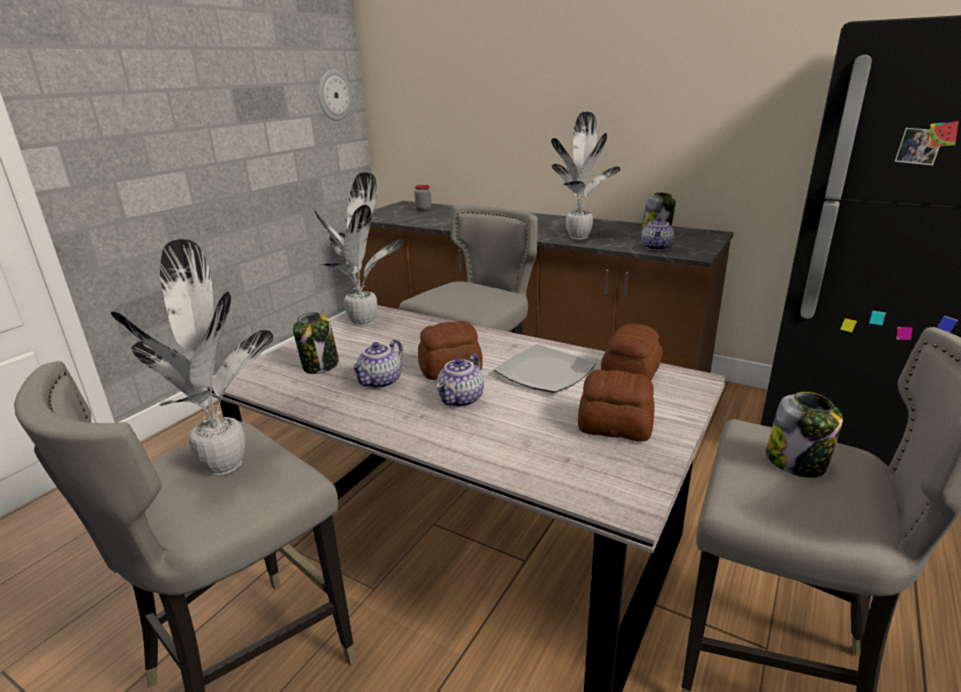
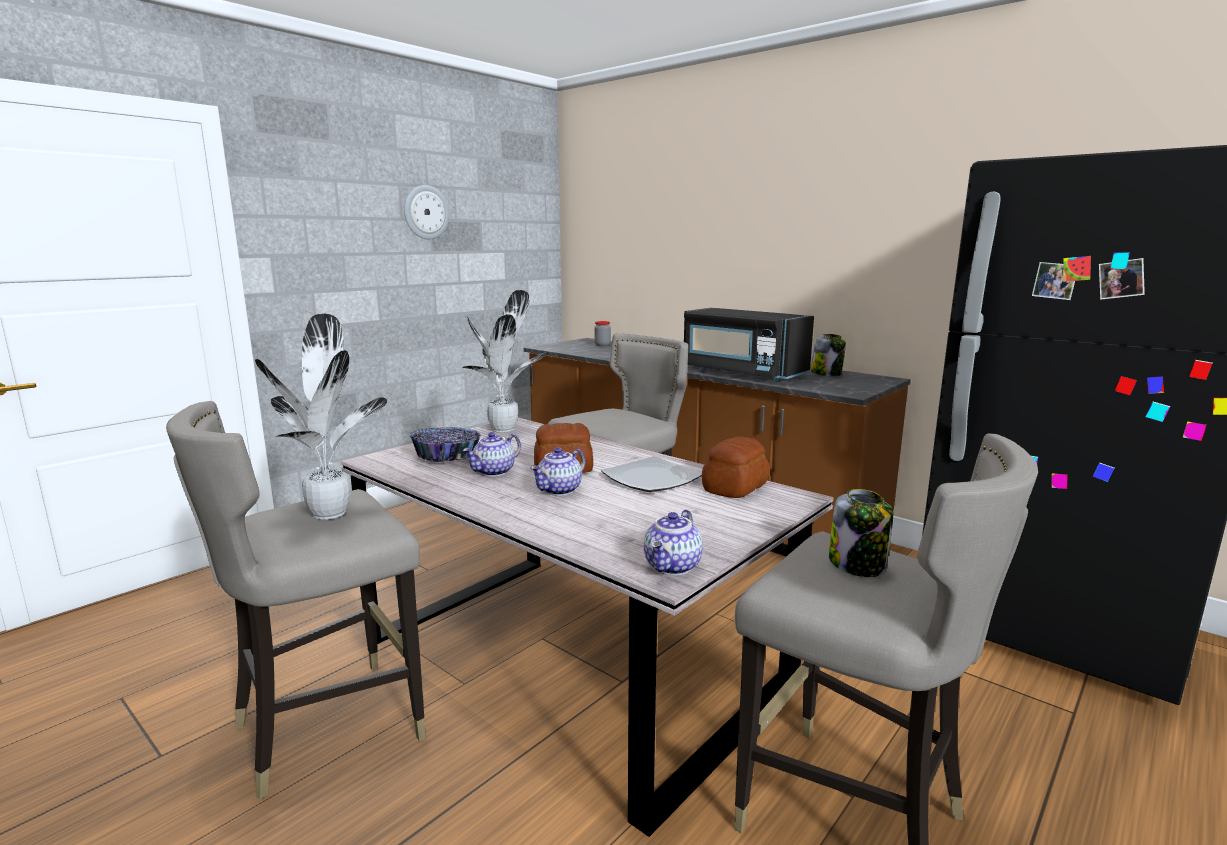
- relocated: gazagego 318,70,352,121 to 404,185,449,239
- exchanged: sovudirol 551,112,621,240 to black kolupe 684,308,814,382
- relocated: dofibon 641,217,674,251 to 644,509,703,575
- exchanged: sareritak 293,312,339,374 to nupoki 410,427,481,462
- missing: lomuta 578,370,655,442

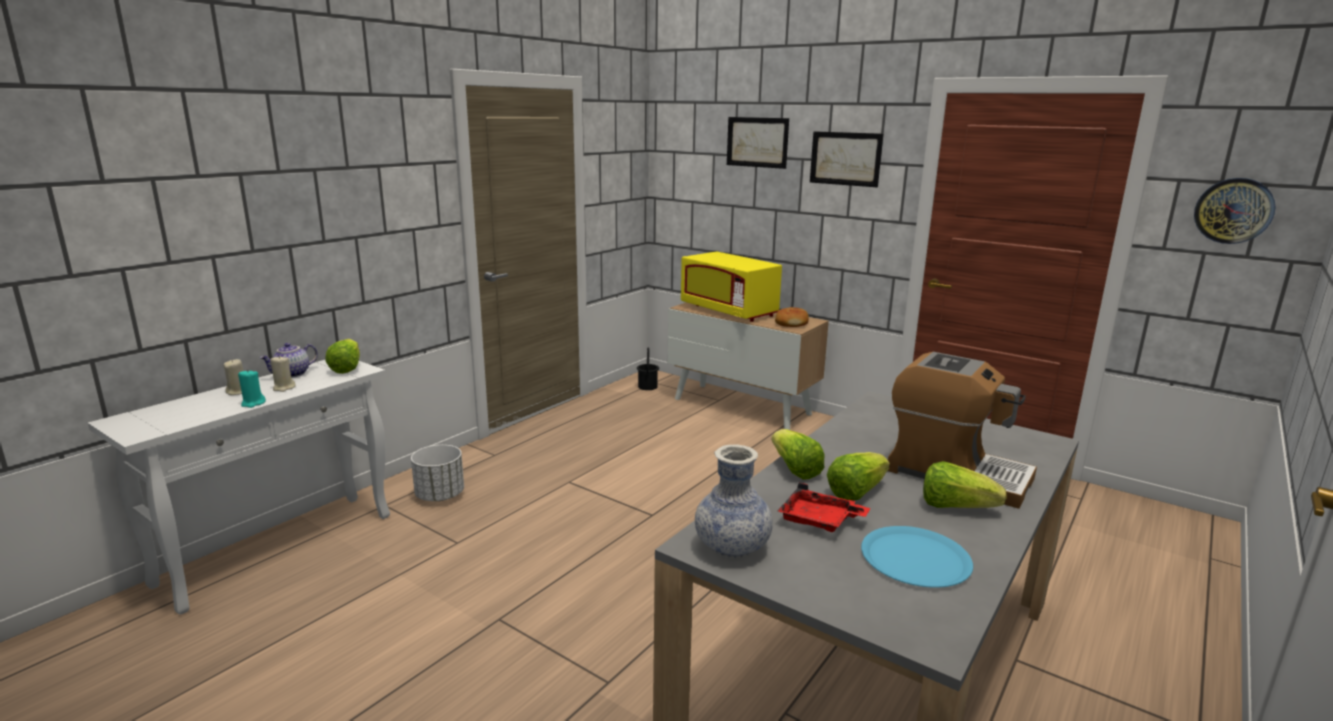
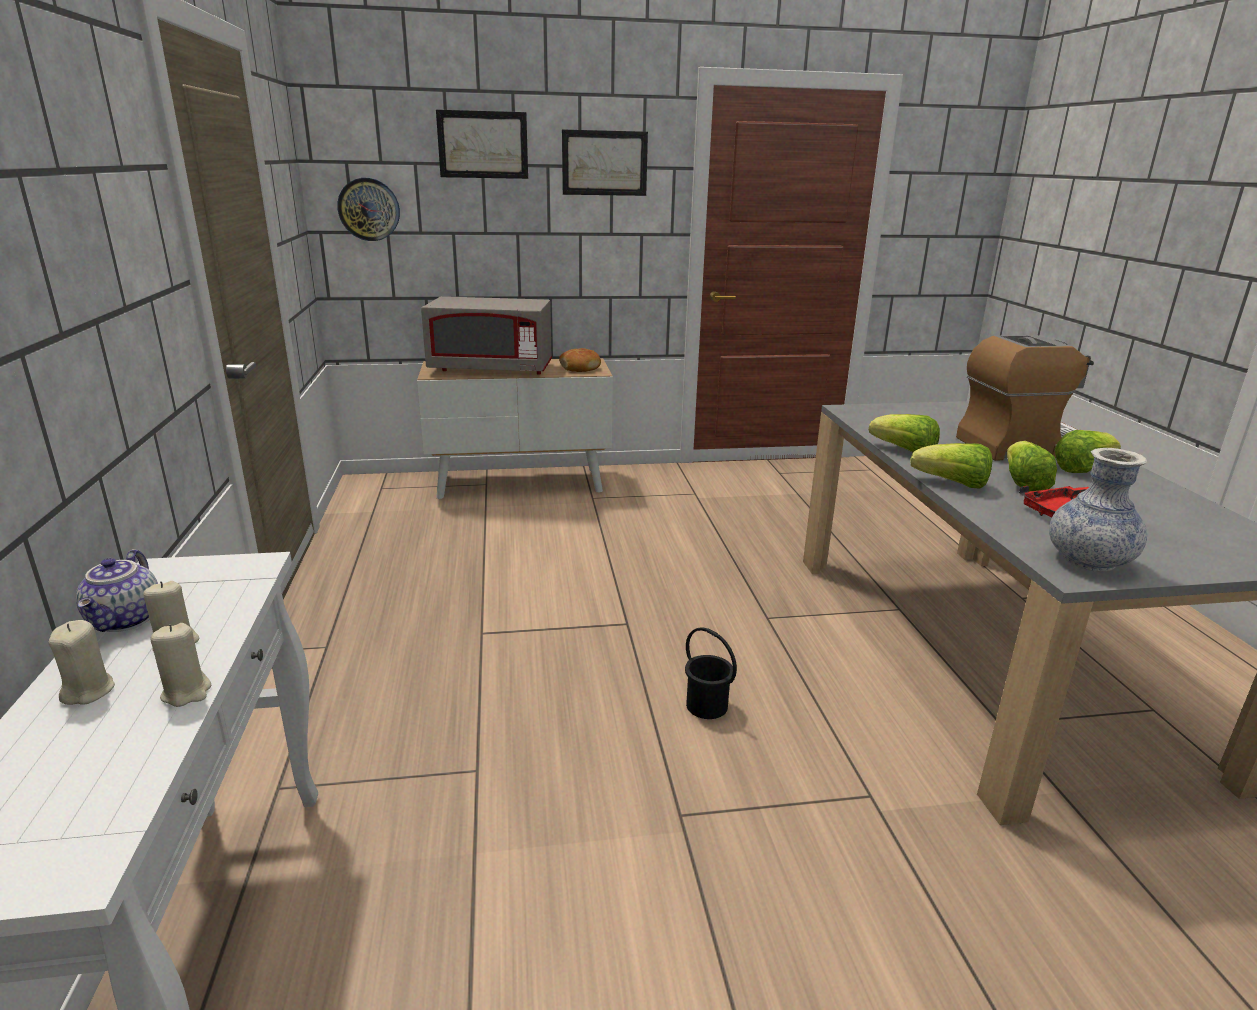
- relocated: gazagego 1194,178,1276,244 to 337,178,400,241
- colour: yellow kolupe 681,251,782,322 to grey kolupe 421,296,552,375
- relocated: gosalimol 325,339,360,374 to 869,414,940,452
- relocated: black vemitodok 637,347,659,390 to 685,627,737,719
- colour: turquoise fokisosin 238,369,266,408 to beige fokisosin 151,623,211,707
- missing: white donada 411,445,464,501
- missing: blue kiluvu 861,526,973,588

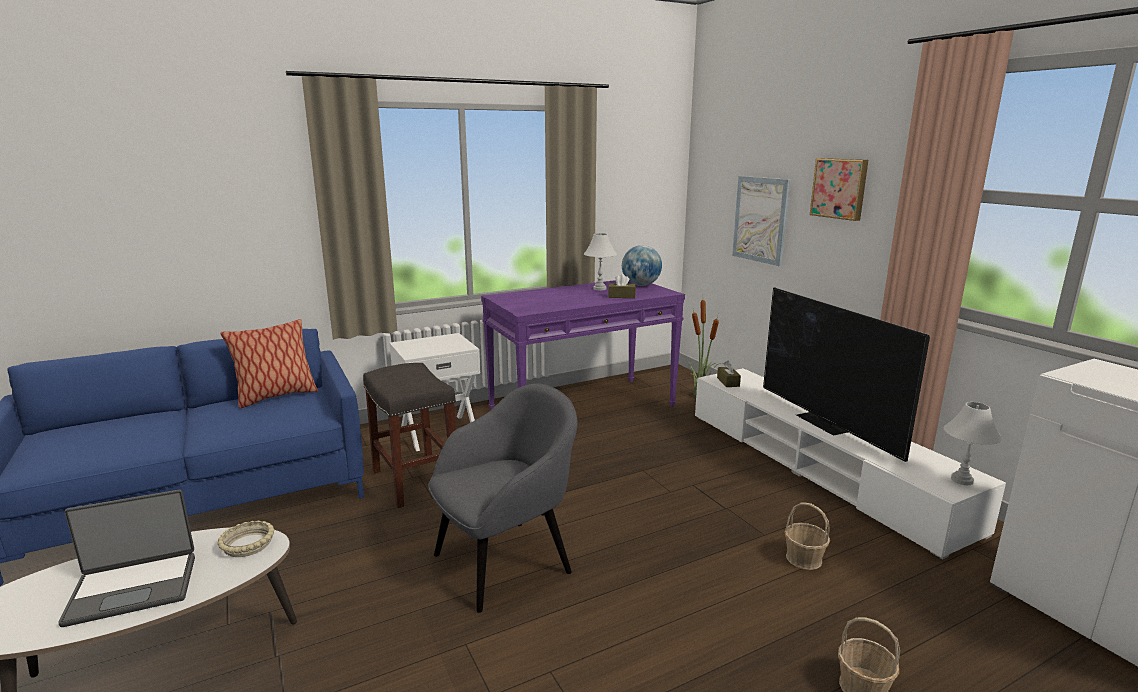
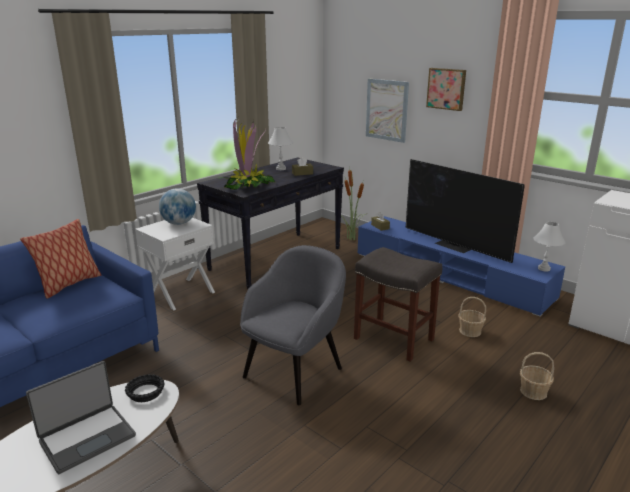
- relocated: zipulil 622,245,662,286 to 159,188,196,225
- colour: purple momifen 481,280,685,410 to black momifen 197,157,344,289
- relocated: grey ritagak 363,363,456,508 to 354,247,442,362
- colour: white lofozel 695,368,1006,559 to blue lofozel 358,216,565,316
- colour: beige nupoki 217,521,274,557 to black nupoki 125,374,165,402
- appeared: sovudirol 220,118,275,190

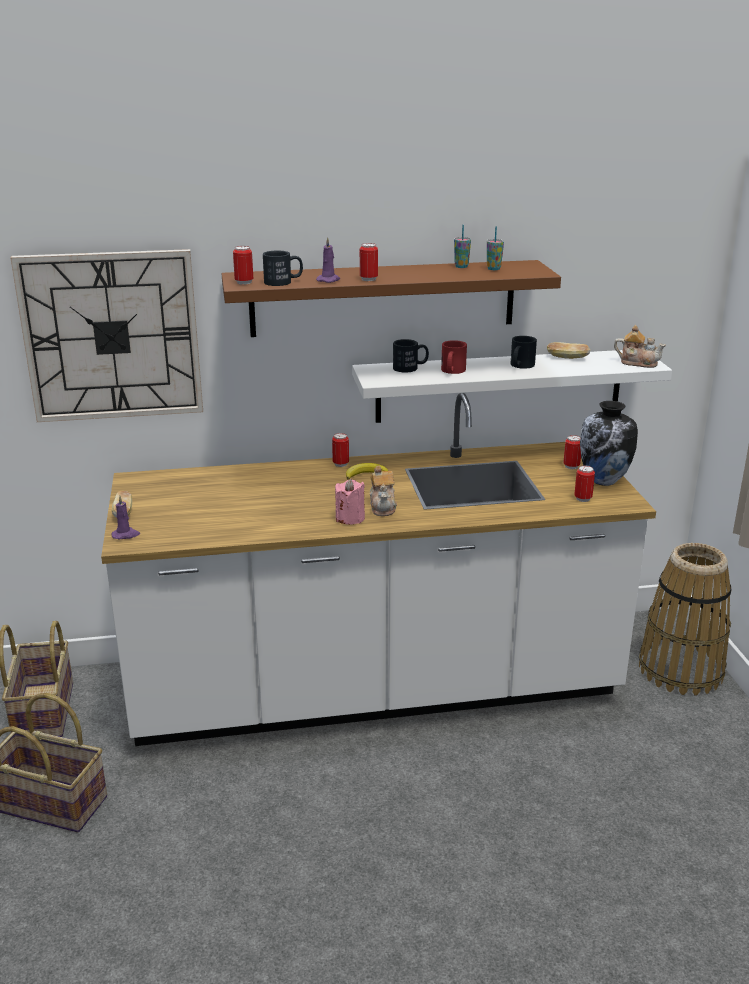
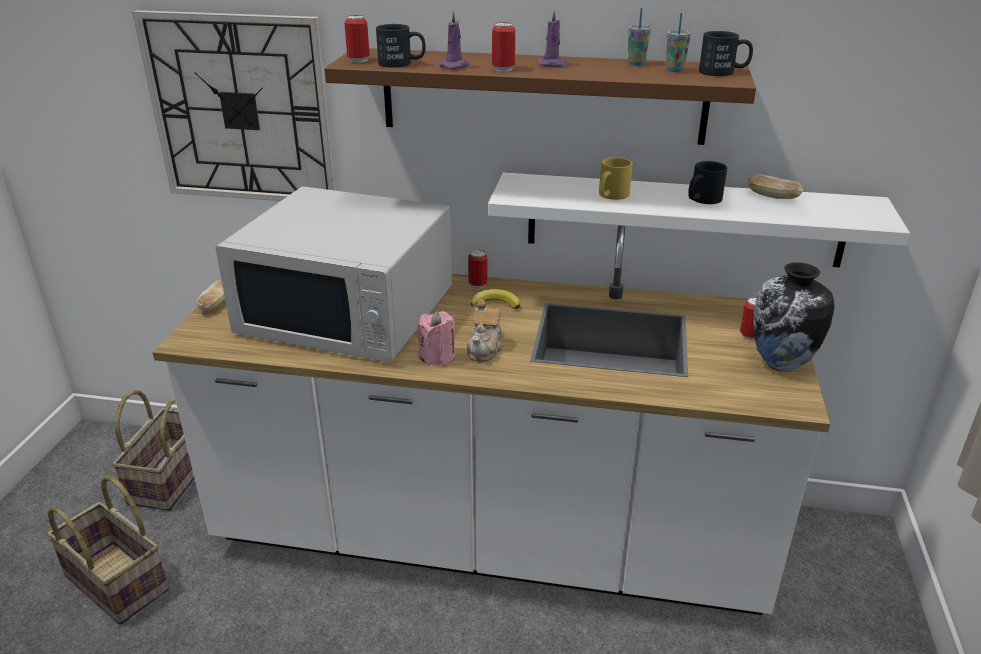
- missing: dofibon 614,325,666,368
- relocated: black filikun 393,339,429,372 to 699,31,753,76
- colour: red filikun 441,340,467,374 to yellow filikun 599,157,633,200
- missing: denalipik 574,465,595,502
- relocated: purple fokisosin 112,496,140,539 to 537,9,570,67
- missing: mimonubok 639,543,732,696
- appeared: white kolupe 215,186,452,363

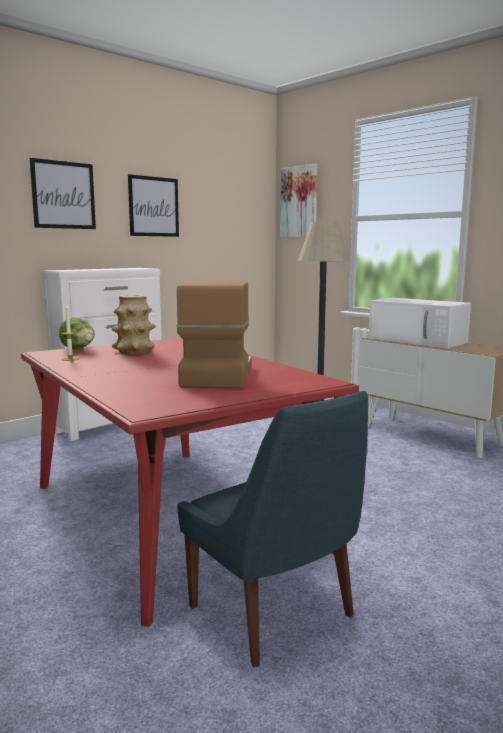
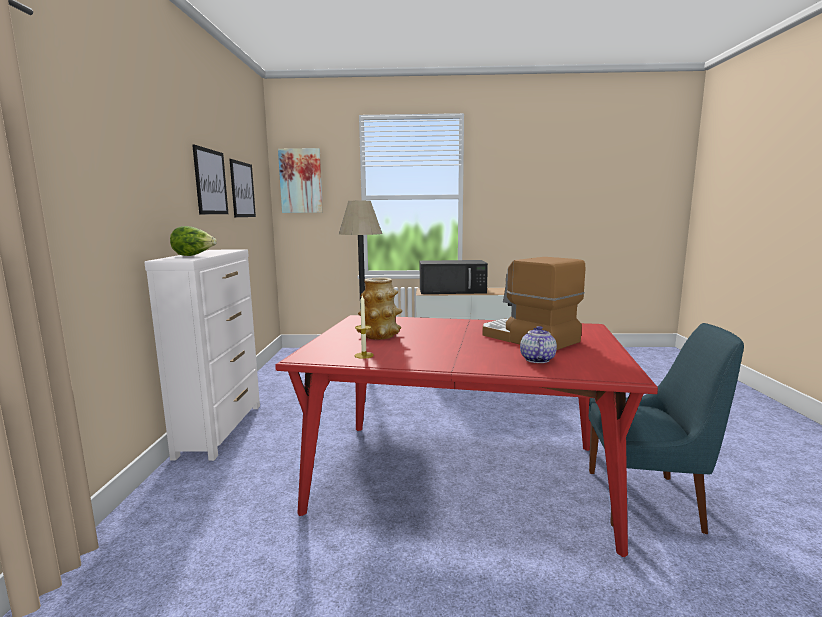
- relocated: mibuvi 30,158,96,229 to 229,159,256,217
- colour: white kolupe 369,298,471,348 to black kolupe 420,260,488,294
- relocated: gosalimol 59,318,95,349 to 170,226,217,256
- appeared: dofibon 520,326,557,363

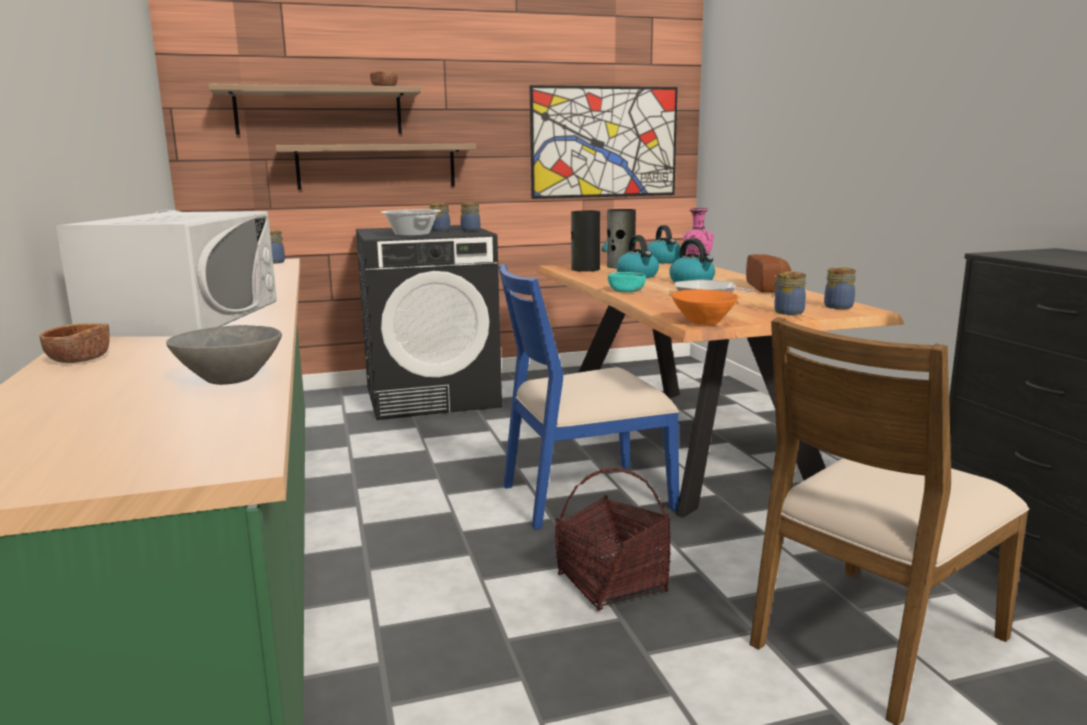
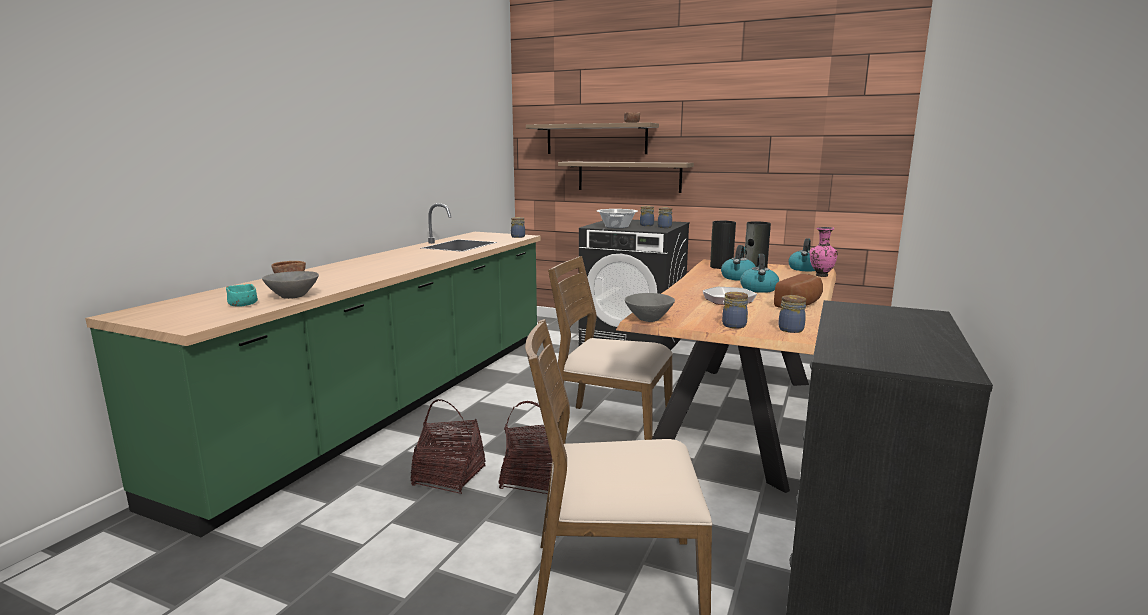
- missing: mibuvi 530,85,678,199
- missing: white kolupe 56,211,277,337
- colour: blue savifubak 498,264,679,530 to brown savifubak 548,256,673,440
- relocated: turquoise nupoki 608,272,646,292 to 226,284,258,307
- colour: orange nupoki 672,289,738,325 to grey nupoki 625,293,675,322
- appeared: mimonubok 411,399,486,494

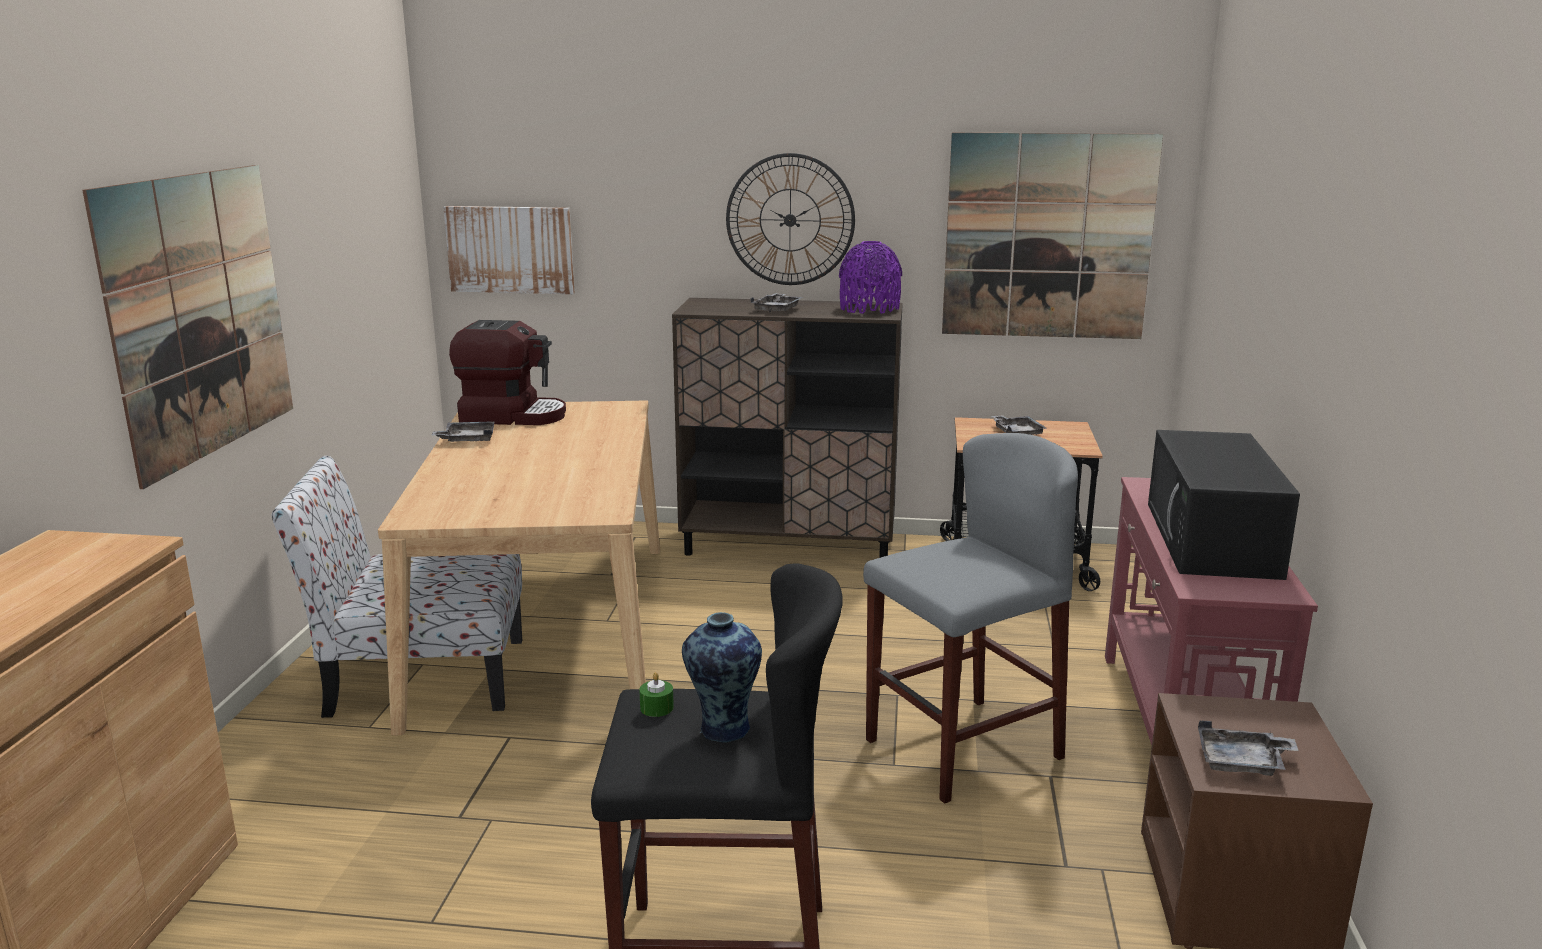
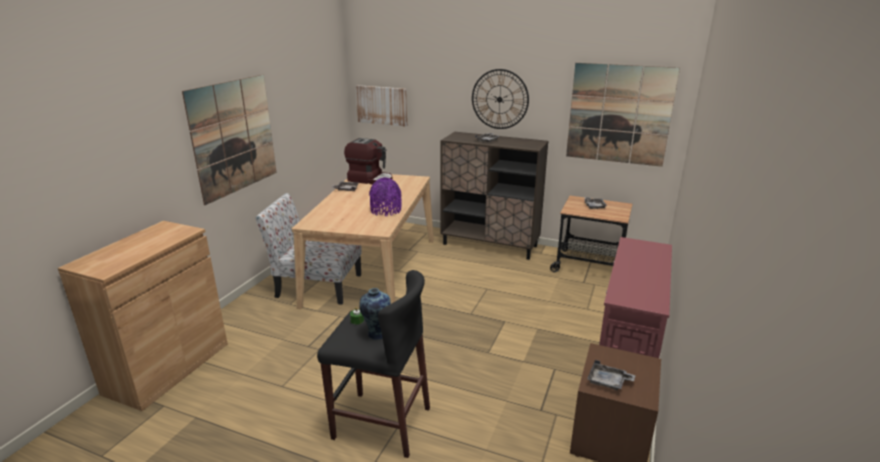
- relocated: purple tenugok 839,241,902,314 to 369,177,402,216
- missing: black kolupe 1148,430,1300,580
- missing: grey ritagak 863,433,1078,804

